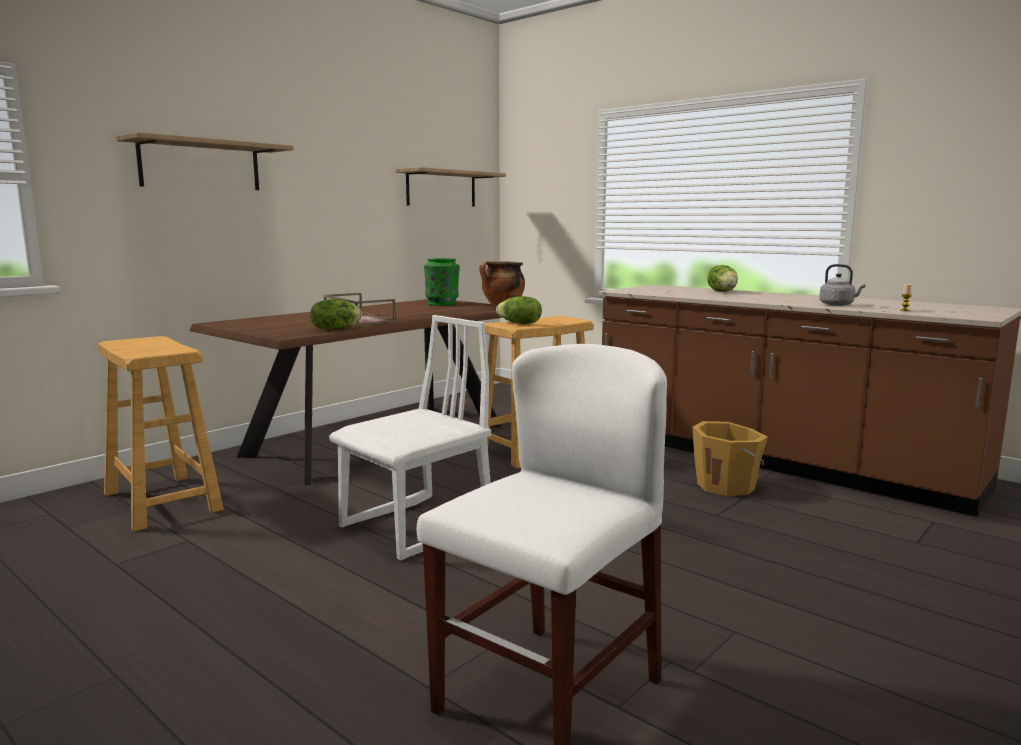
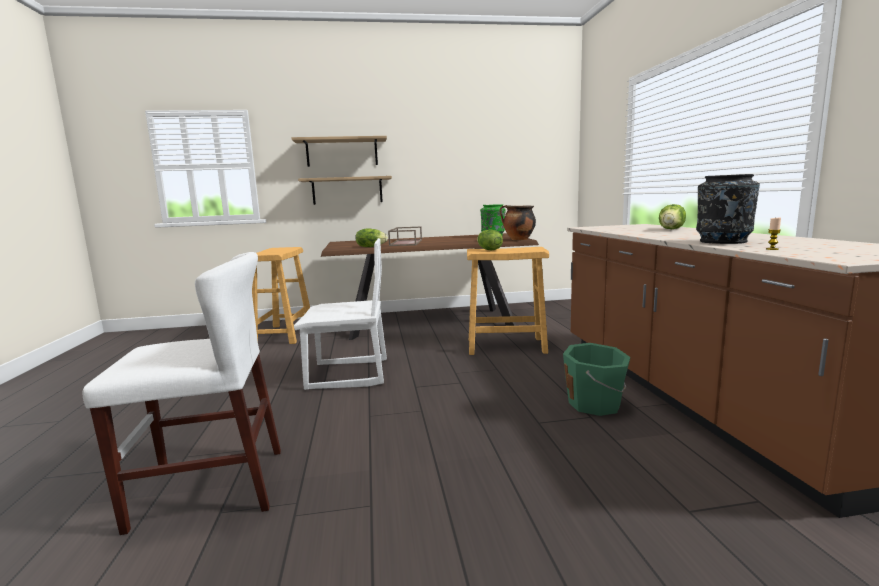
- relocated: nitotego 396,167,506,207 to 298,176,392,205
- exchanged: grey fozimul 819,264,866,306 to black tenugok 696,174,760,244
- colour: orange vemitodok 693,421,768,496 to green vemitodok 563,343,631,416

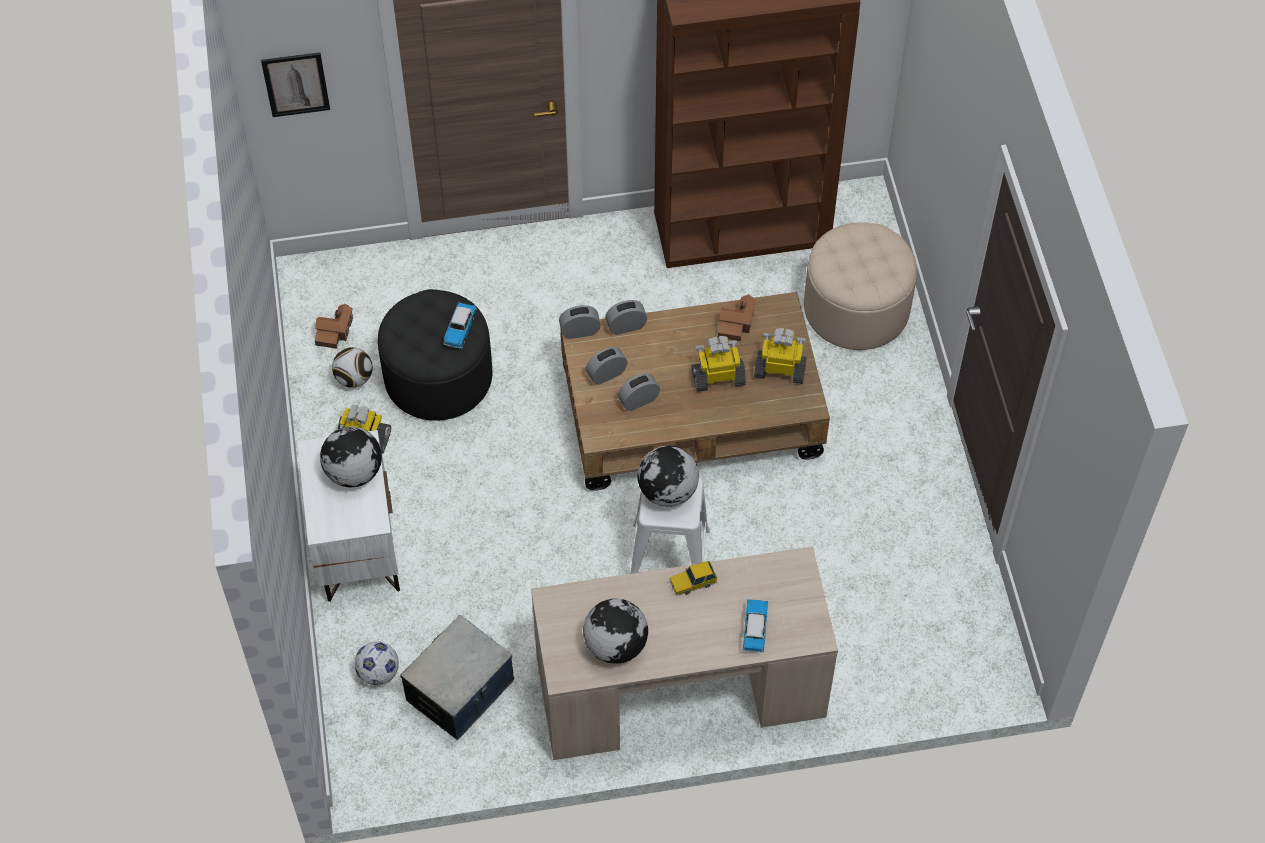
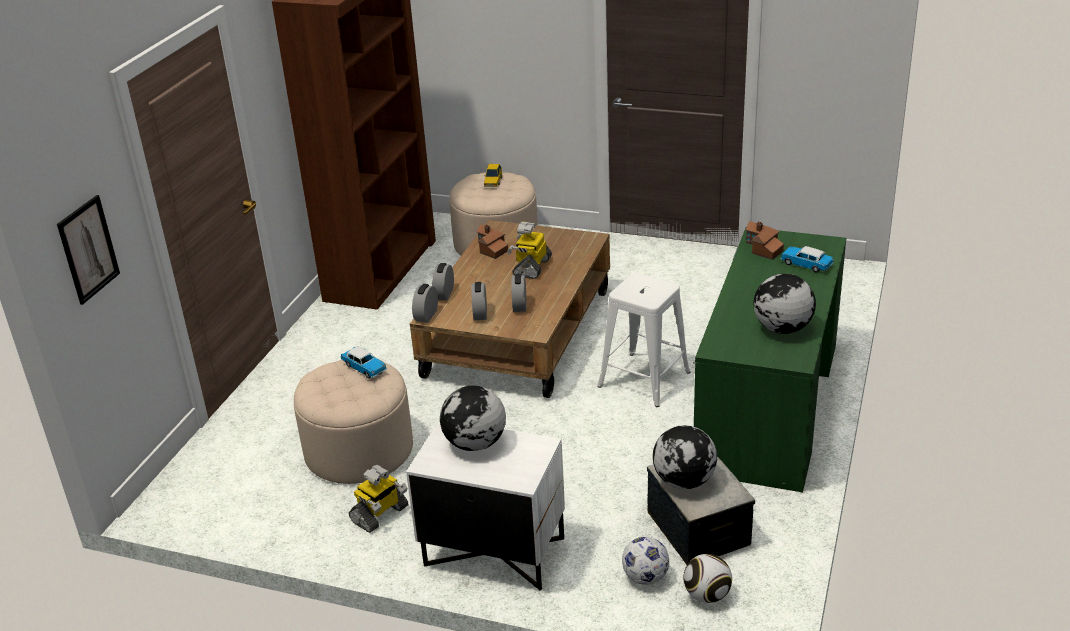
- colour: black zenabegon 378,289,492,421 to beige zenabegon 294,360,413,484
- relocated: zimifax 315,304,353,349 to 745,221,784,260
- missing: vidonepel 754,328,807,384
- relocated: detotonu 332,347,373,388 to 684,554,732,603
- relocated: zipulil 637,446,699,507 to 653,425,717,489
- colour: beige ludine 531,547,838,760 to green ludine 693,228,846,493
- relocated: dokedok 669,561,717,596 to 484,164,502,187

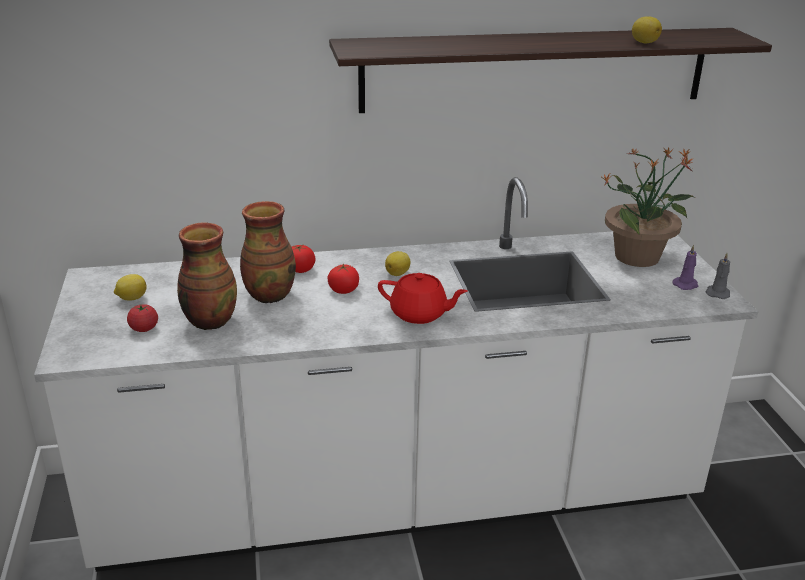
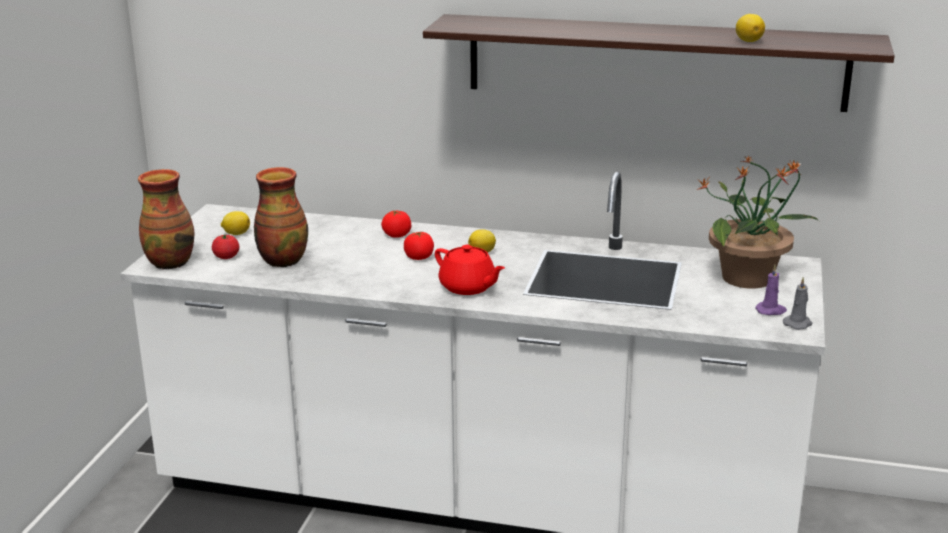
- relocated: tenugok 240,201,296,303 to 138,169,195,269

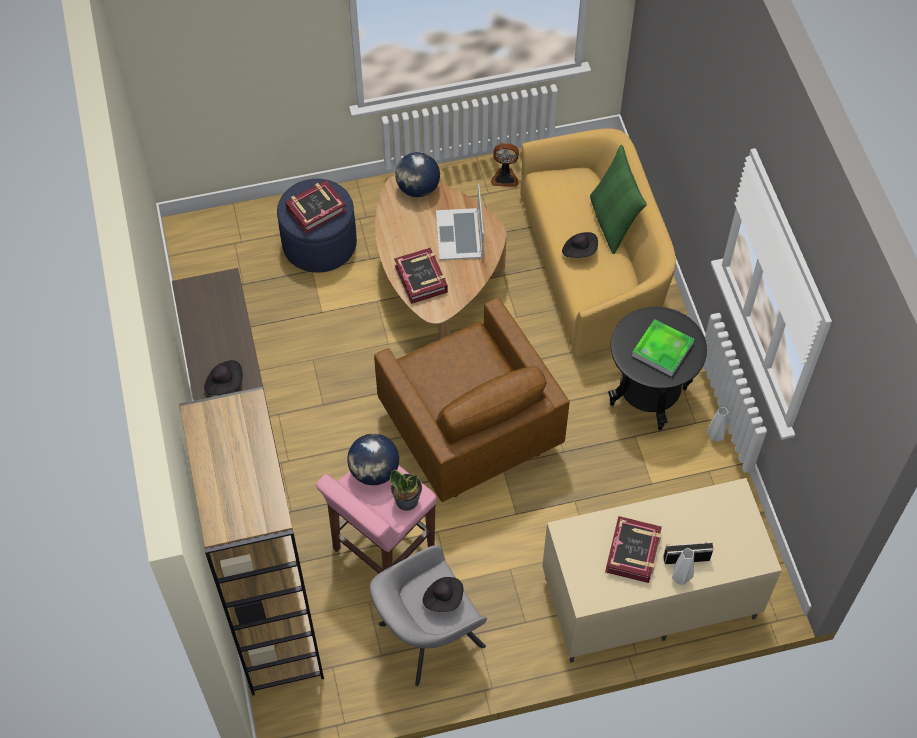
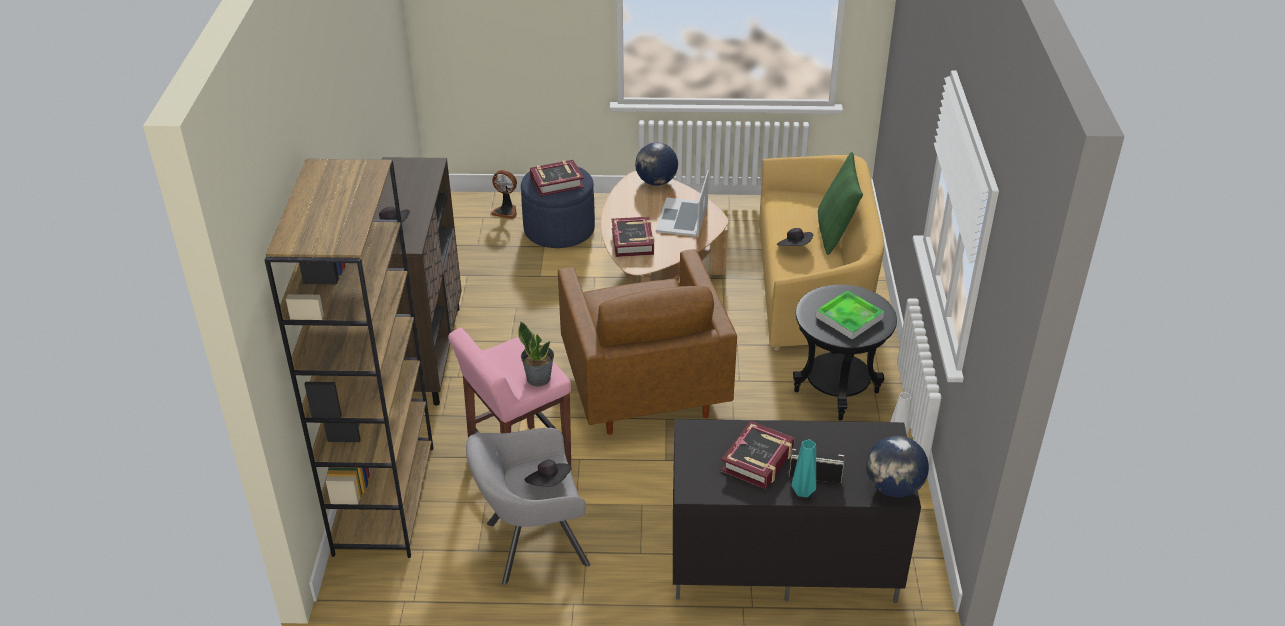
- relocated: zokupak 491,143,519,187 to 491,170,517,219
- relocated: zipulil 347,434,399,485 to 866,436,929,498
- colour: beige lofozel 542,478,782,663 to black lofozel 673,419,921,603
- colour: white tenugok 672,548,694,585 to turquoise tenugok 791,439,816,498

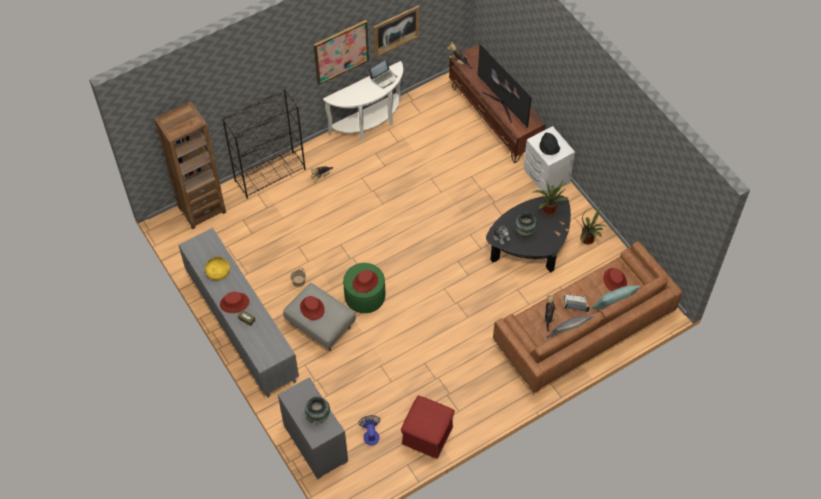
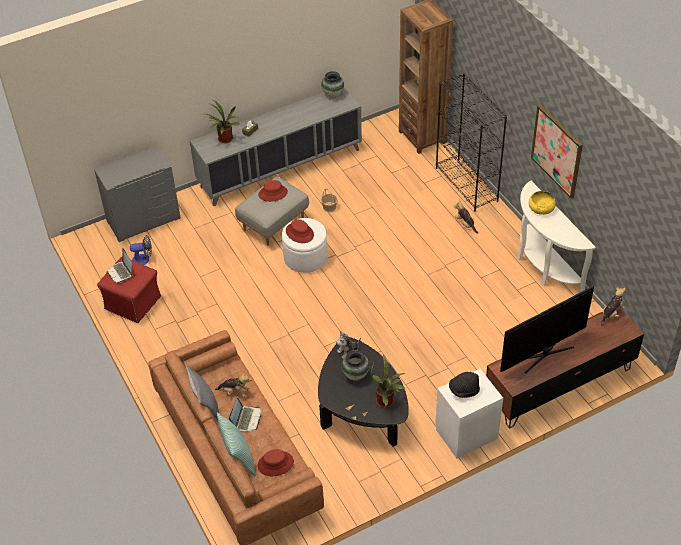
- missing: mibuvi 373,5,420,58
- relocated: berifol 369,61,397,88 to 107,248,132,283
- relocated: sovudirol 580,206,605,245 to 206,99,241,143
- relocated: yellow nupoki 205,257,230,280 to 529,191,556,215
- colour: green zenabegon 343,263,385,313 to white zenabegon 282,218,328,273
- missing: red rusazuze 220,292,249,313
- relocated: tenugok 305,397,330,422 to 321,71,344,98

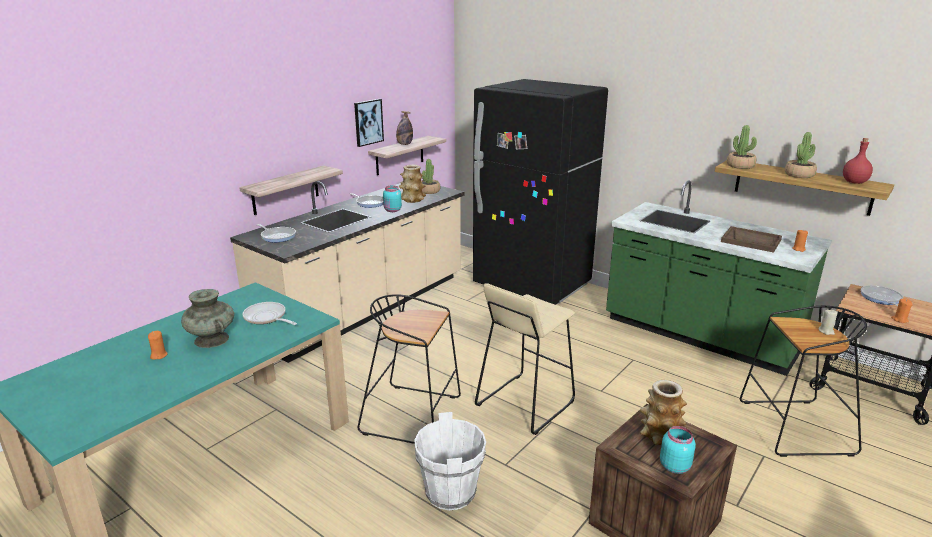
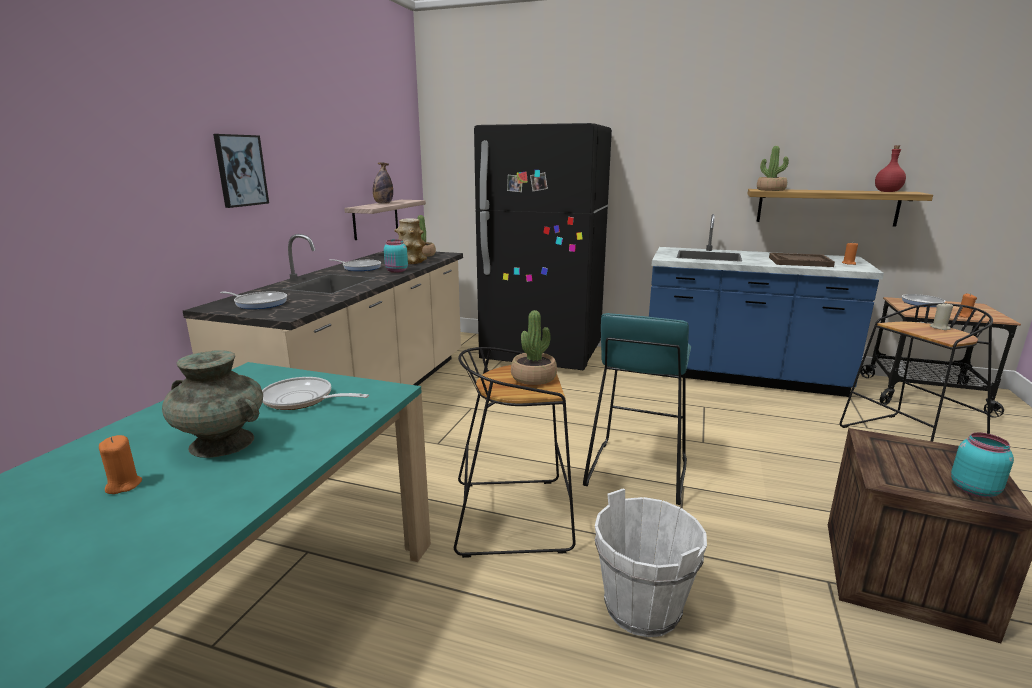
- relocated: mibuvi 354,99,384,147 to 213,134,269,208
- relocated: sovudirol 785,132,817,178 to 511,310,557,385
- missing: nitotego 239,166,343,215
- colour: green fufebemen 606,181,832,376 to blue fufebemen 649,214,884,397
- colour: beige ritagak 475,283,575,435 to turquoise ritagak 583,313,691,505
- missing: tenugok 640,380,687,445

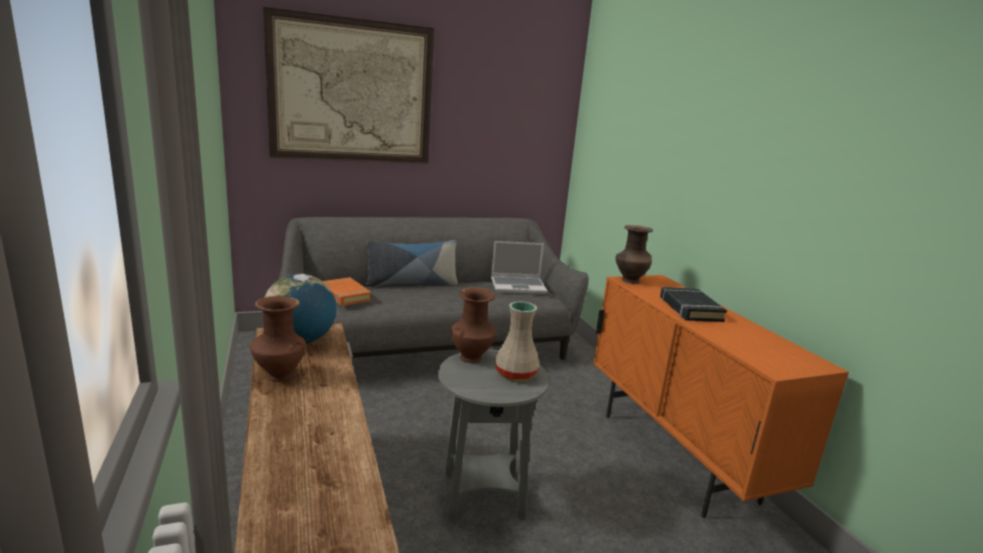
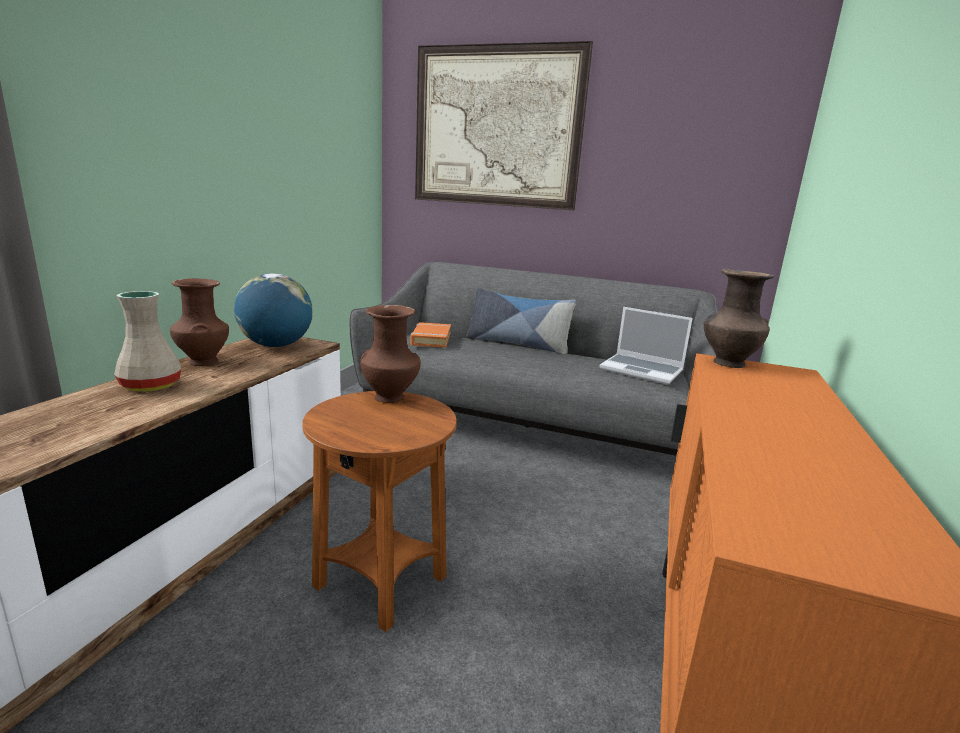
- missing: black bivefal 660,287,727,322
- relocated: beige tenugok 495,302,540,381 to 114,291,181,392
- colour: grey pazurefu 438,349,549,521 to brown pazurefu 302,391,457,632

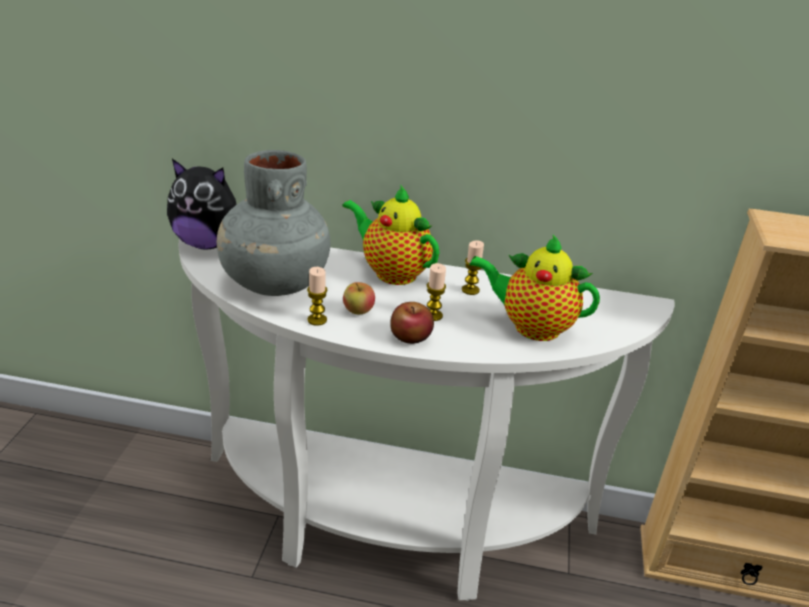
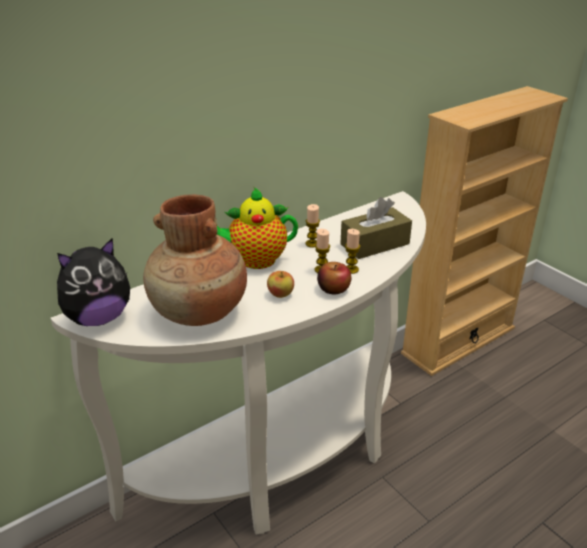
- colour: grey tenugok 217,150,330,296 to brown tenugok 143,194,247,326
- exchanged: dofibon 469,235,600,341 to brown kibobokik 340,197,412,259
- relocated: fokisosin 307,267,328,326 to 345,229,360,274

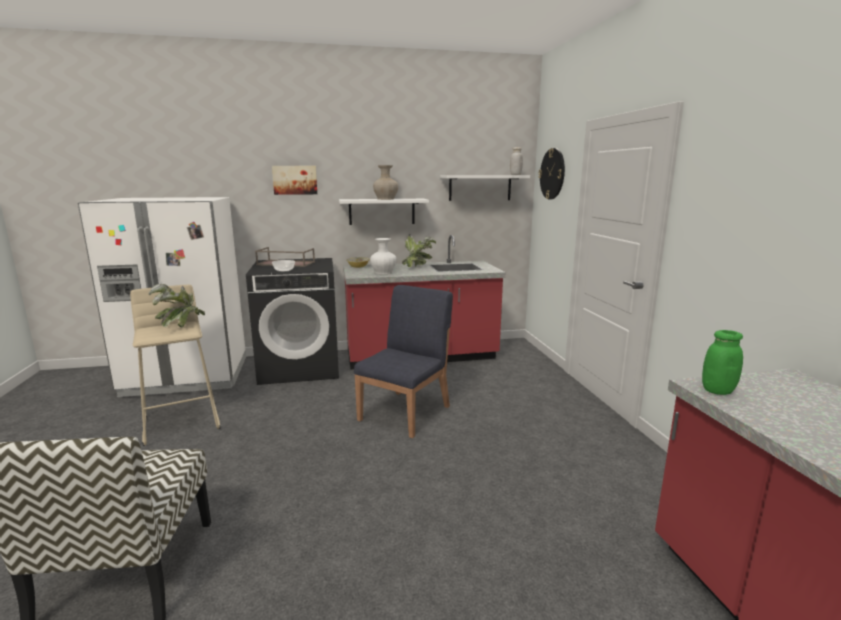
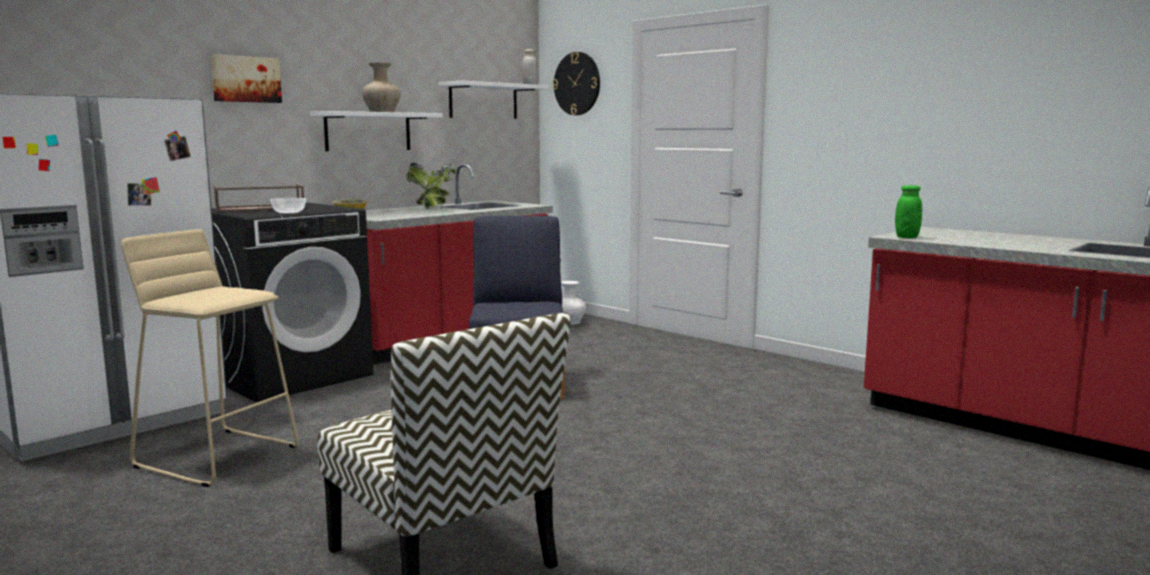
- relocated: white tenugok 370,238,397,274 to 561,281,586,325
- missing: sovudirol 149,284,205,328

